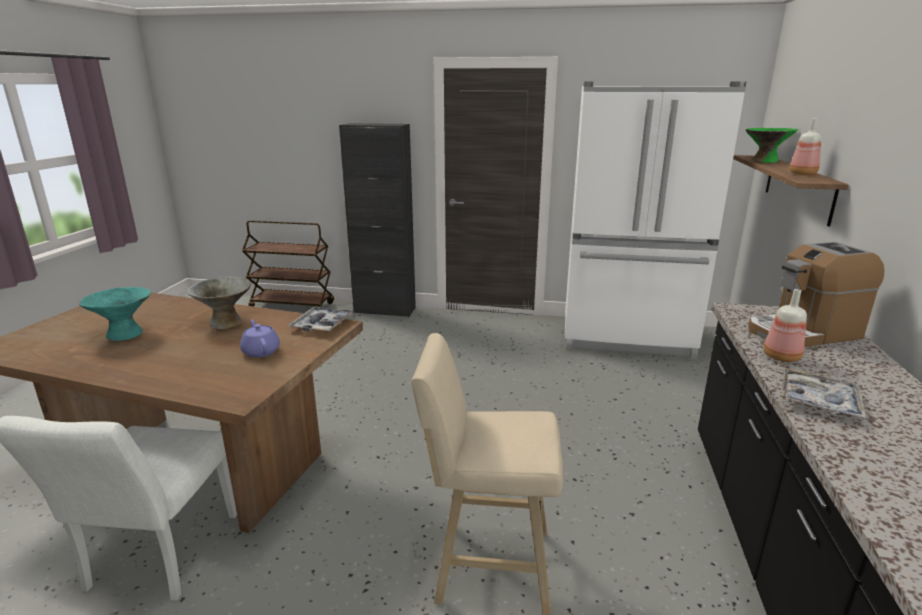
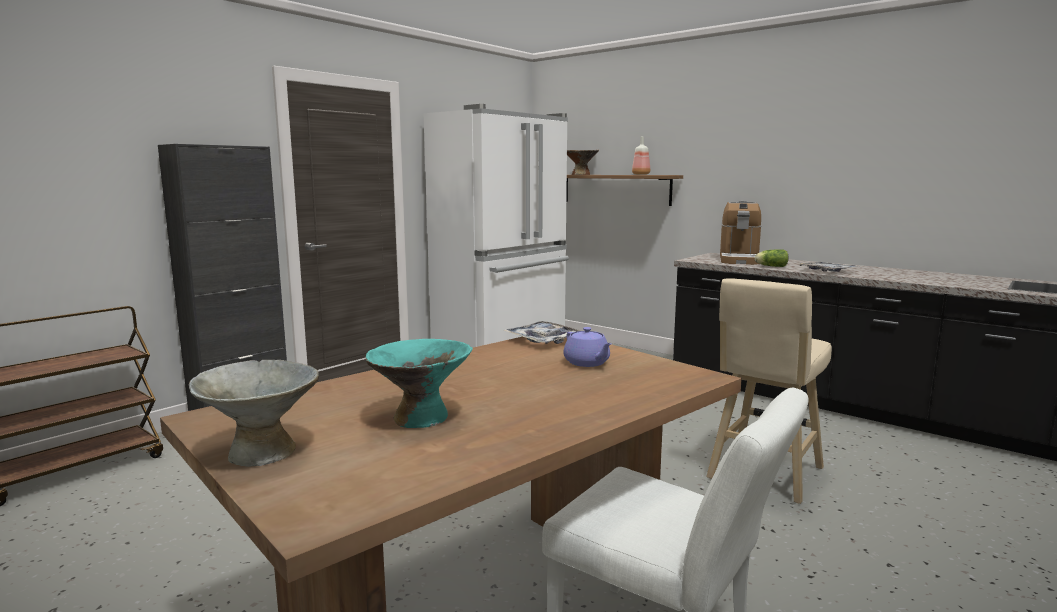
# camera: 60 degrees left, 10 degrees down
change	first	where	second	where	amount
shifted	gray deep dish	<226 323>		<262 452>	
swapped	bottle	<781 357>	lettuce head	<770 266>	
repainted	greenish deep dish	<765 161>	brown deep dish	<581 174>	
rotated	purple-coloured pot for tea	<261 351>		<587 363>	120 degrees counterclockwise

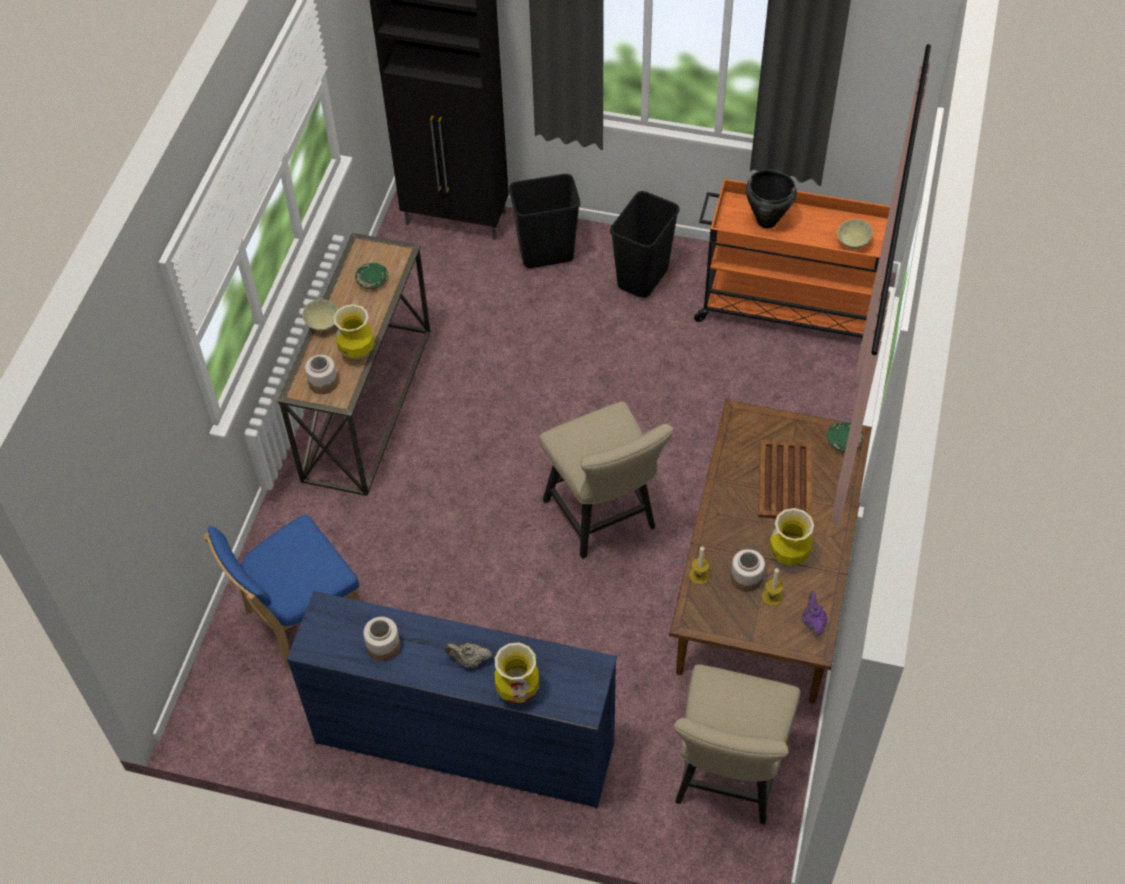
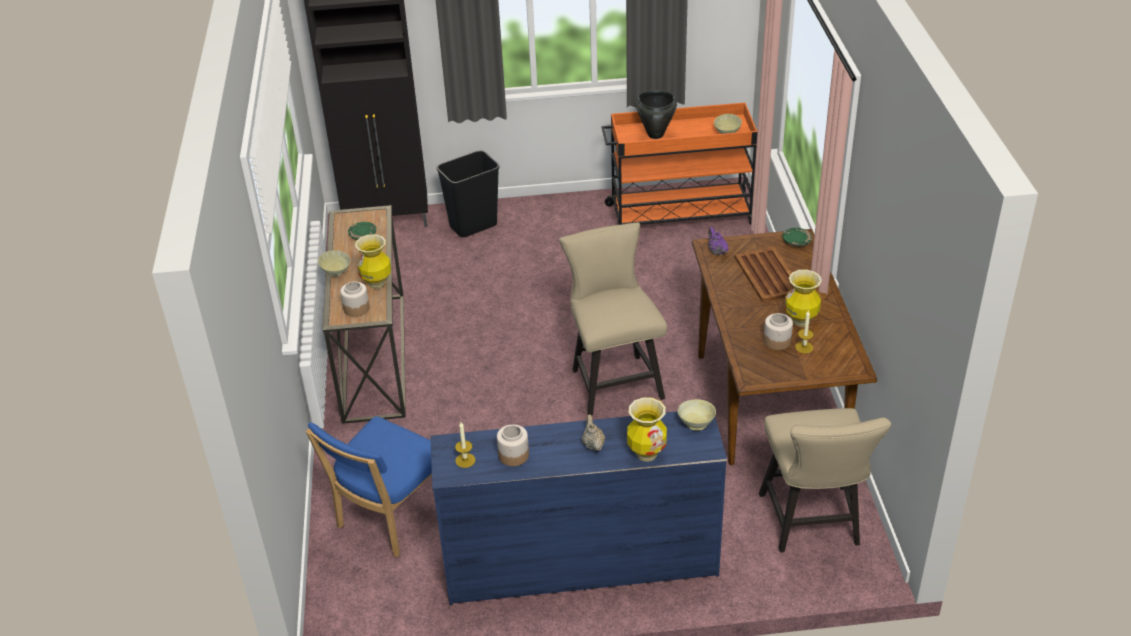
# camera: 20 degrees left, 15 degrees down
change	first	where	second	where	amount
gone	blackish rubbish bin	<643 278>			
new			beige-coloured deep dish	<696 423>	
shifted	wax light	<699 575>		<465 460>	
shifted	purple-coloured pot for tea	<813 622>		<716 251>	
rotated	beige-coloured pot for tea	<469 661>		<593 444>	90 degrees clockwise
rotated	beige-coloured chair	<604 519>		<613 380>	150 degrees counterclockwise

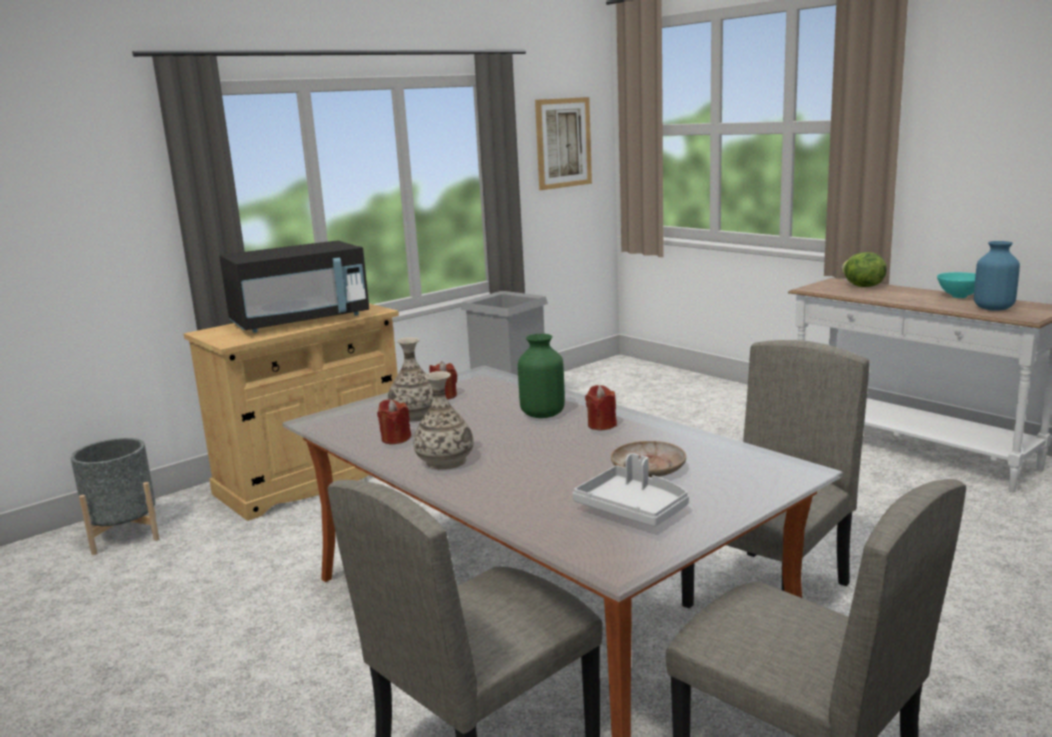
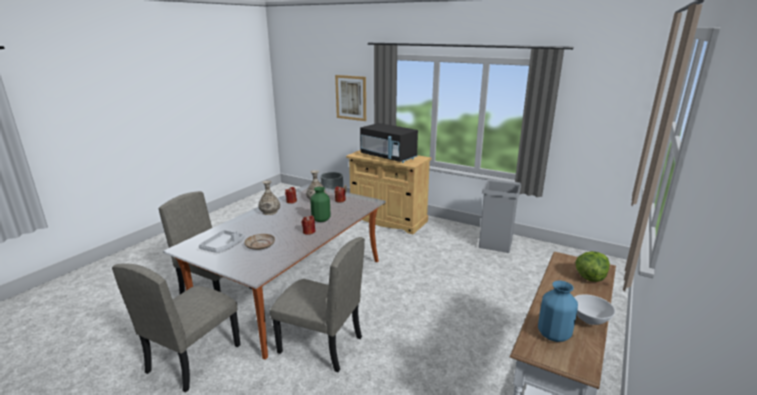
# camera: 70 degrees right, 5 degrees up
change	first	where	second	where	amount
shifted	wall art	<563 143>		<351 97>	
repainted	turquoise-coloured deep dish	<958 296>	white-coloured deep dish	<589 320>	

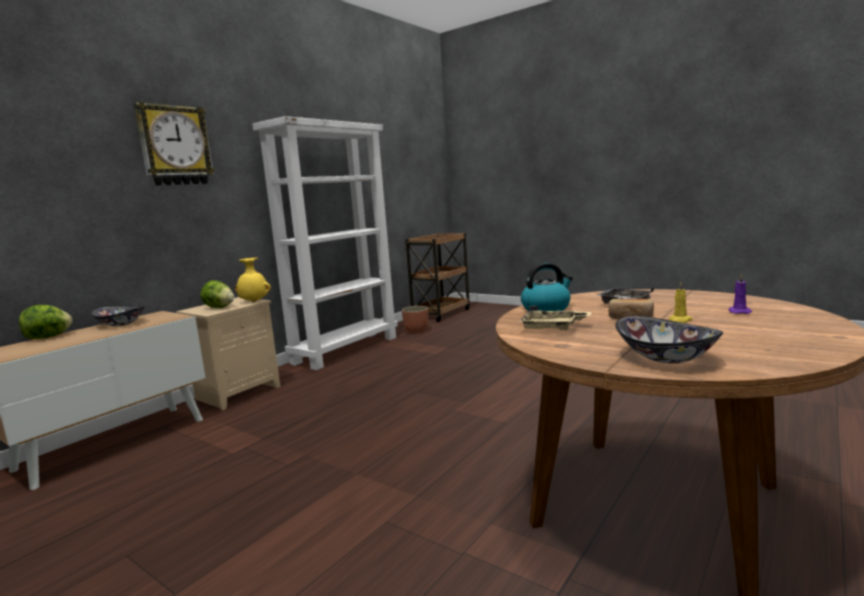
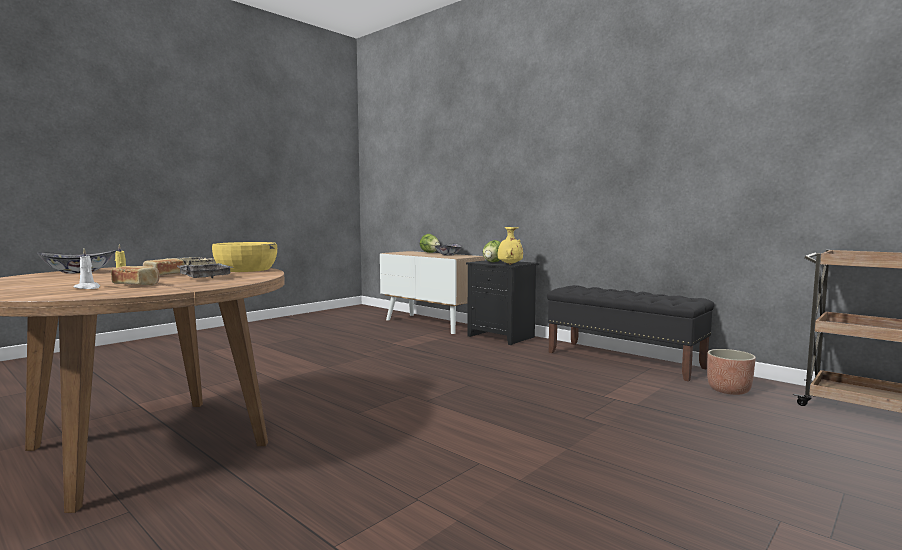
# camera: 95 degrees right, 5 degrees down
change	first	where	second	where	amount
gone	clock on the wall	<175 145>			
new			baked bread	<137 285>	
swapped	white-coloured bookshelf	<346 350>	blackish bench	<624 360>	
swapped	kettle	<546 308>	yellow-coloured deep dish	<246 269>	
repainted	beige-coloured night table	<238 392>	blackish night table	<502 337>	
repainted	purple-coloured wax light	<739 312>	white-coloured wax light	<88 288>	

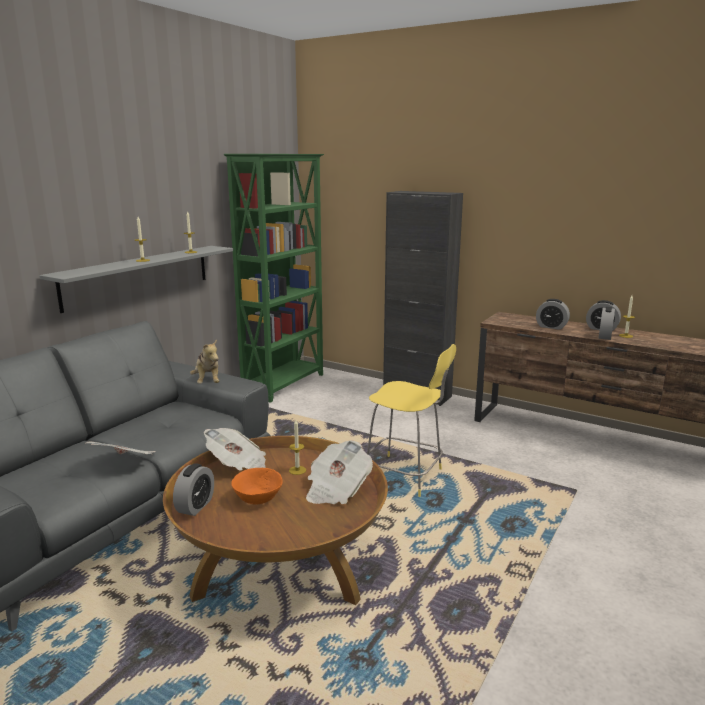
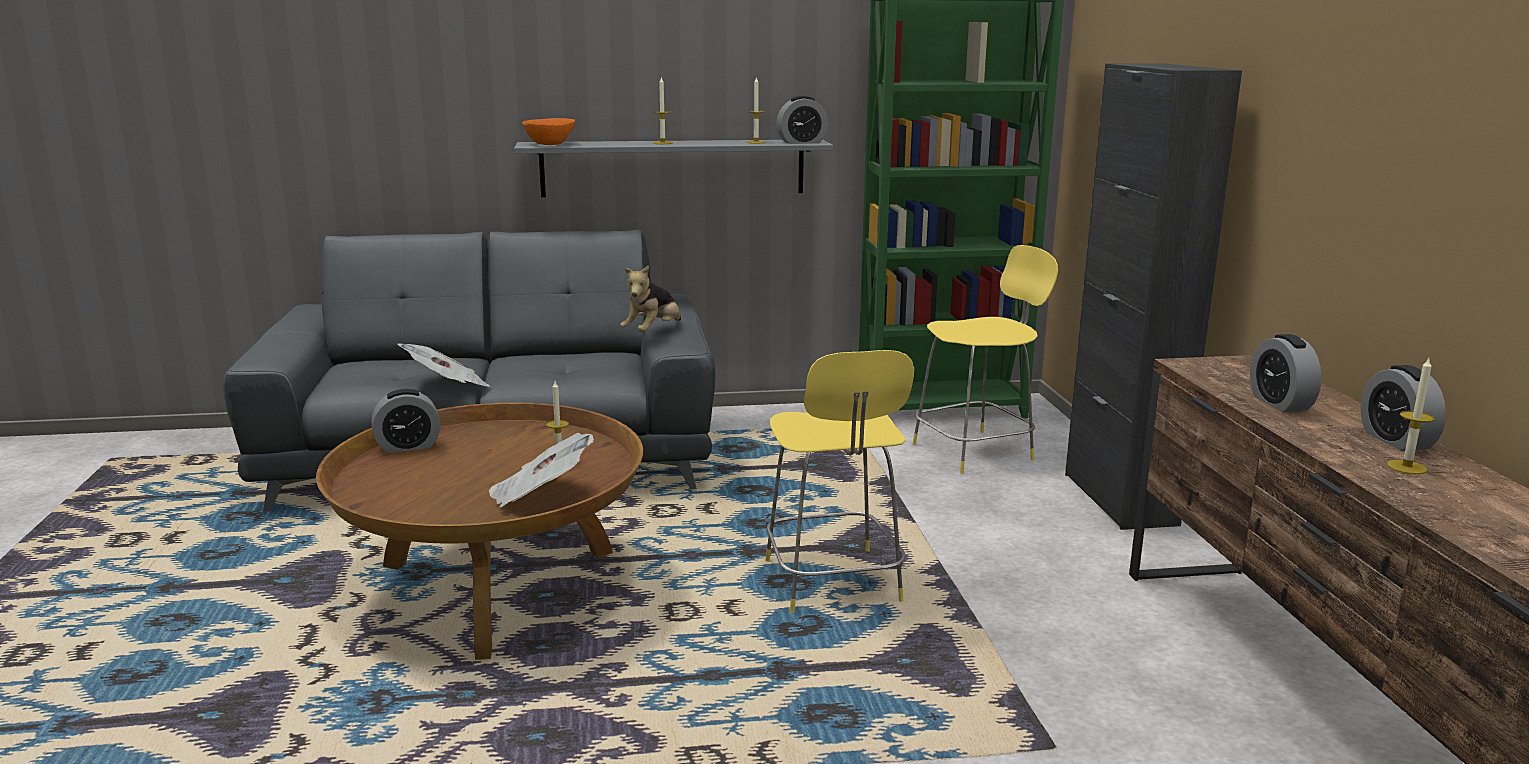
# camera: 50 degrees right, 0 degrees up
change	first	where	second	where	amount
gone	daily paper	<238 465>			
new			yellow-coloured stool	<976 451>	
shifted	orange deep dish	<257 499>		<549 144>	
shifted	table clock	<604 336>		<801 142>	

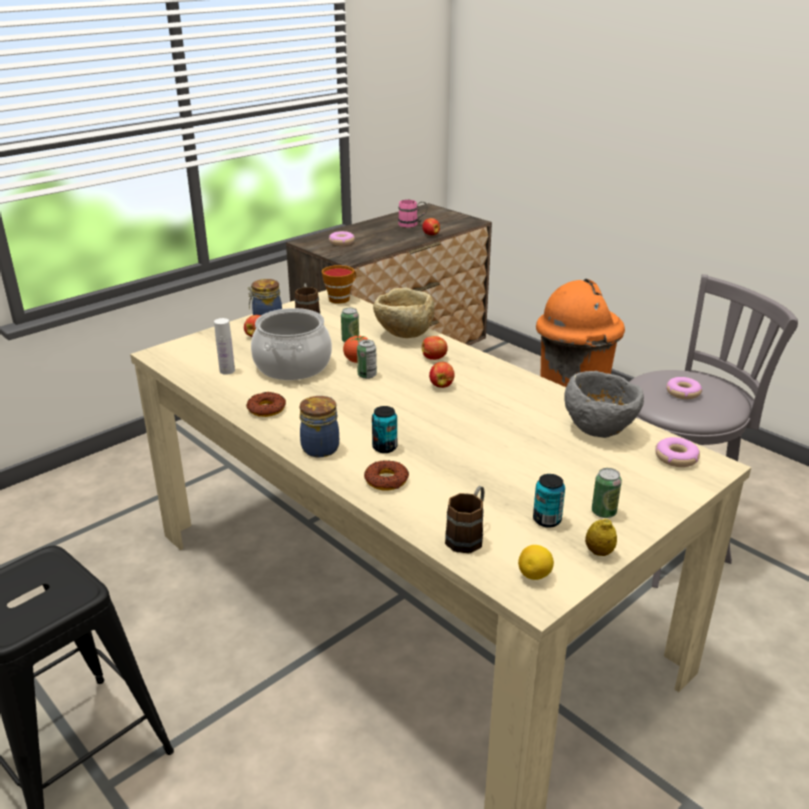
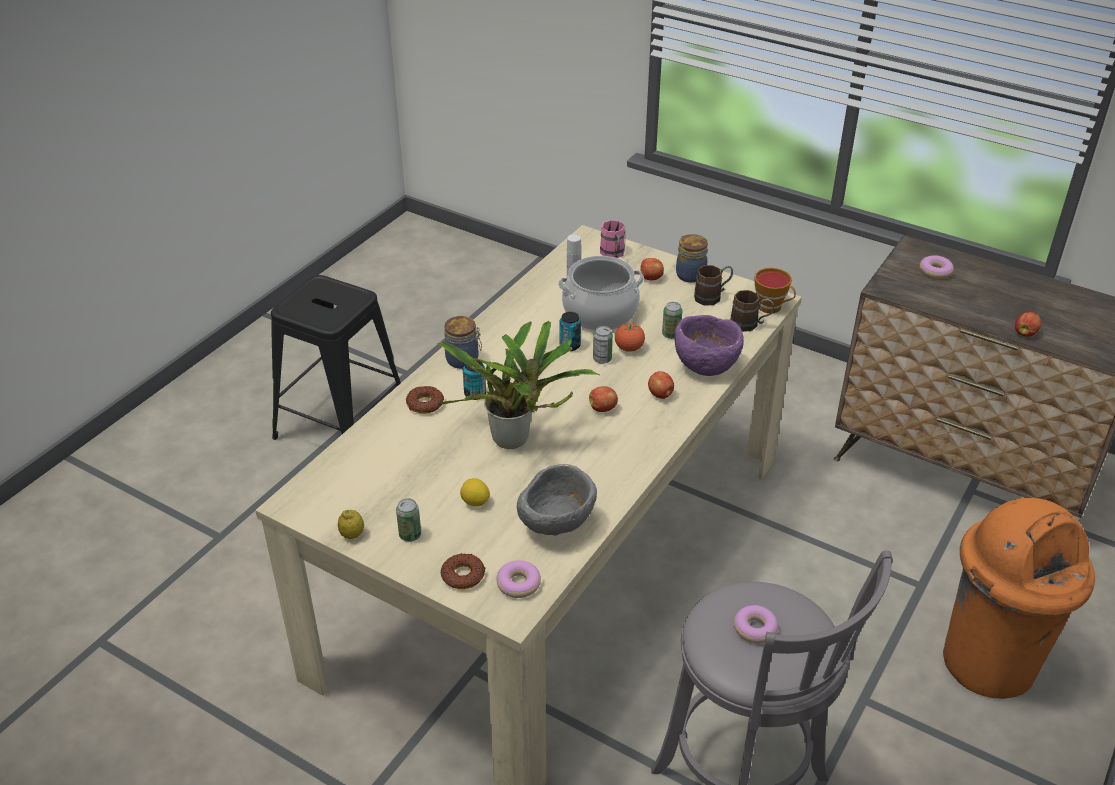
# camera: 75 degrees right, 10 degrees up
change	first	where	second	where	amount
new			potted plant	<516 441>	
shifted	doughnut	<266 409>		<463 575>	
shifted	pinkish mug	<412 224>		<613 255>	
shifted	brown mug	<468 536>		<750 325>	
shifted	lemon	<535 575>		<475 502>	
shifted	sealed can	<547 520>		<570 345>	
repainted	beige-coloured deep dish	<404 334>	purple-coloured deep dish	<705 366>	

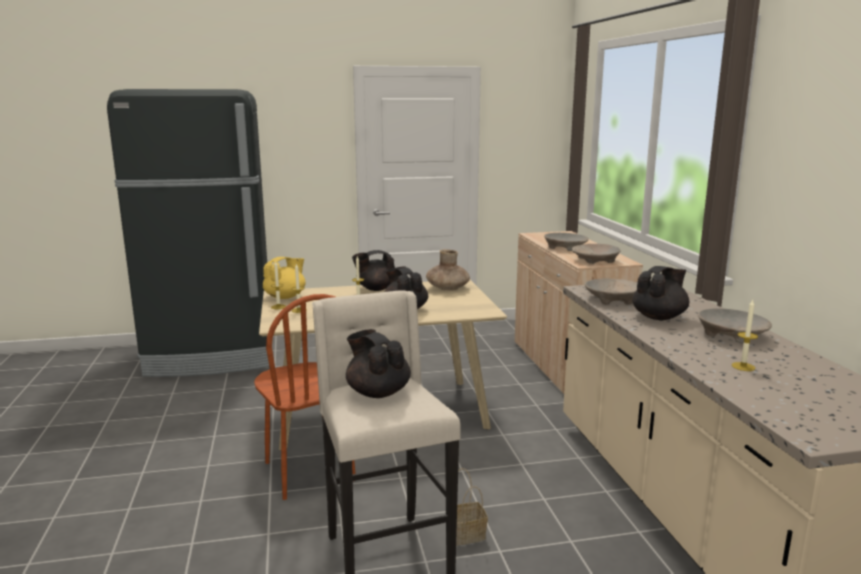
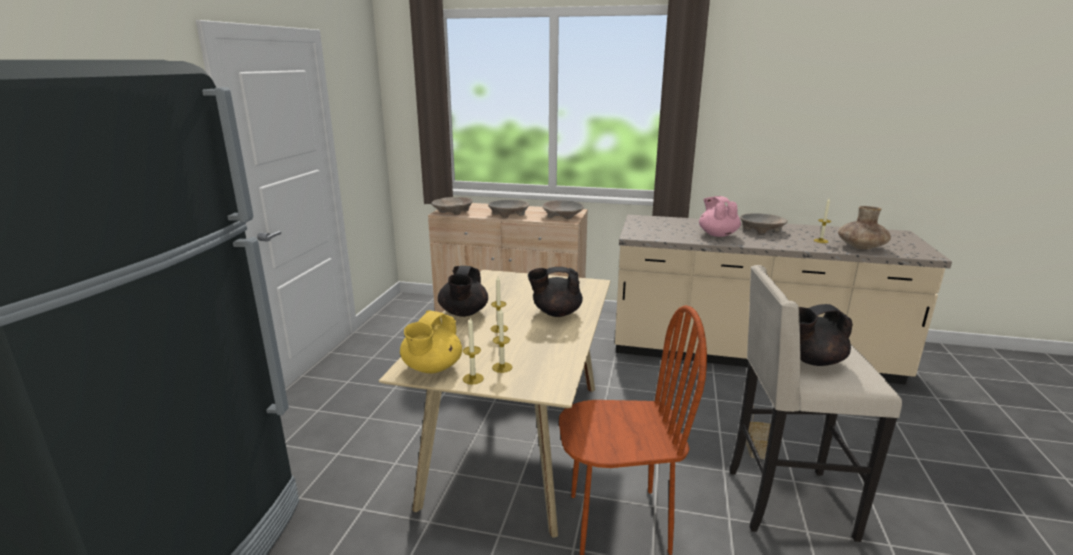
# camera: 65 degrees left, 5 degrees up
change	first	where	second	where	amount
shifted	brown decorative vase	<448 288>		<861 247>	
shifted	beige-coloured deep dish	<612 299>		<452 212>	
repainted	blackish pot for tea	<659 317>	pinkish pot for tea	<717 234>	
rotated	yellow-coloured pot for tea	<285 297>		<431 368>	135 degrees counterclockwise

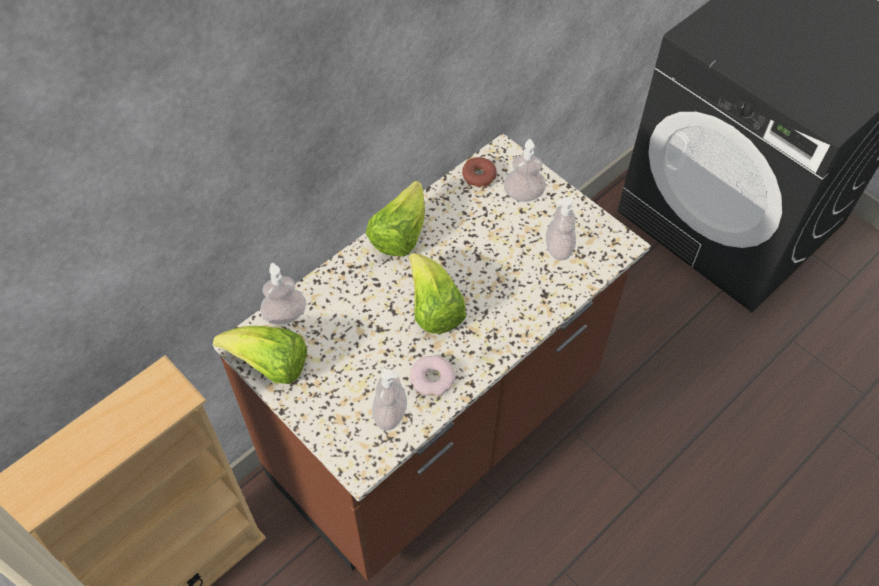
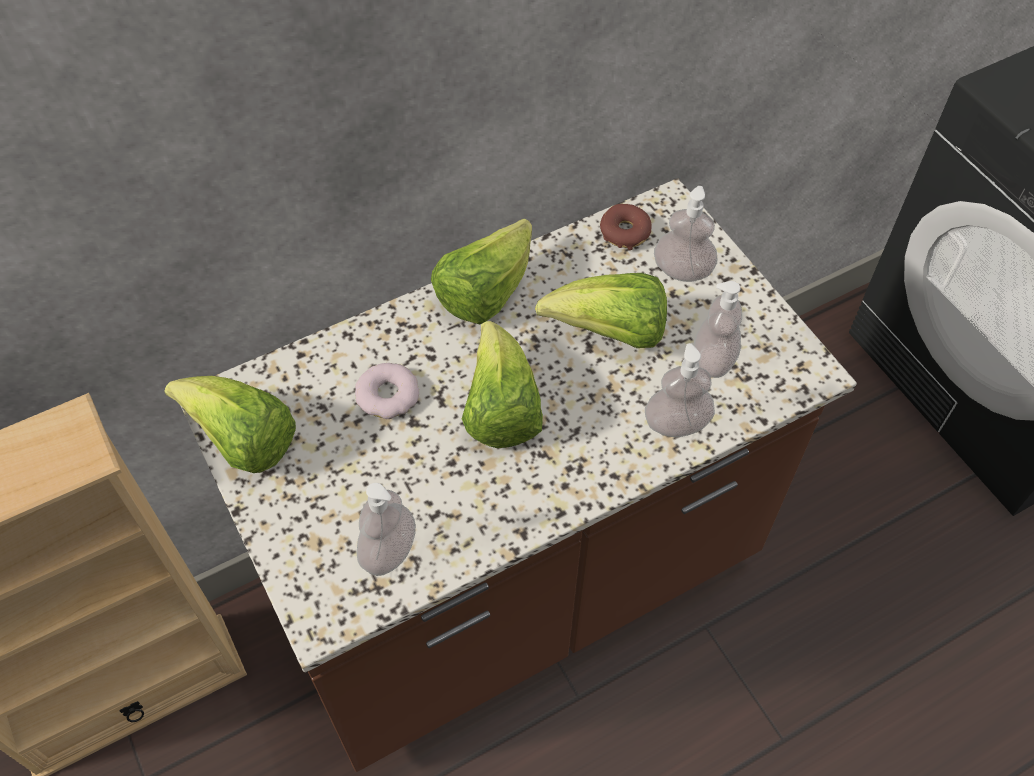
# camera: 15 degrees right, 0 degrees up
change	first	where	second	where	amount
new			lettuce head	<610 333>	
shifted	liquid soap bottle	<285 315>		<676 424>	
shifted	doughnut	<432 378>		<388 395>	

